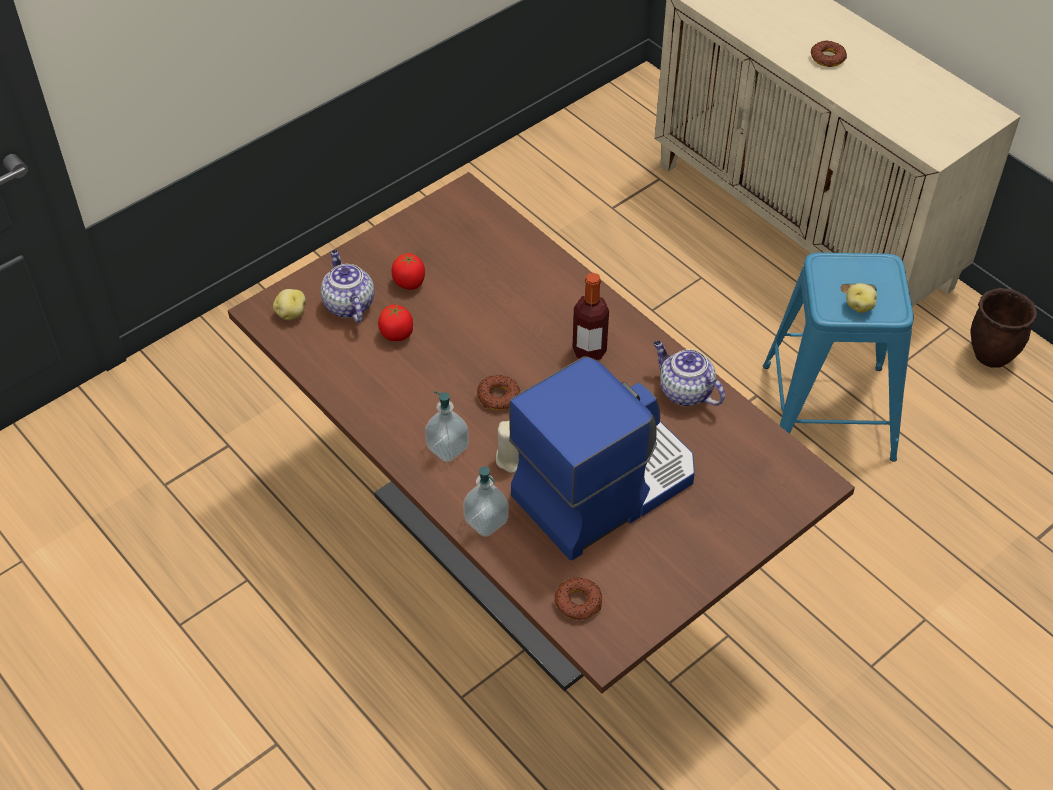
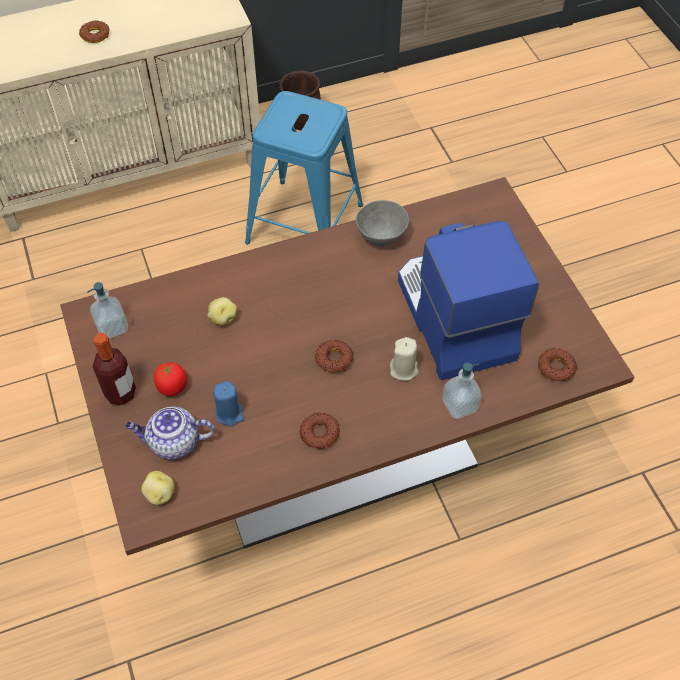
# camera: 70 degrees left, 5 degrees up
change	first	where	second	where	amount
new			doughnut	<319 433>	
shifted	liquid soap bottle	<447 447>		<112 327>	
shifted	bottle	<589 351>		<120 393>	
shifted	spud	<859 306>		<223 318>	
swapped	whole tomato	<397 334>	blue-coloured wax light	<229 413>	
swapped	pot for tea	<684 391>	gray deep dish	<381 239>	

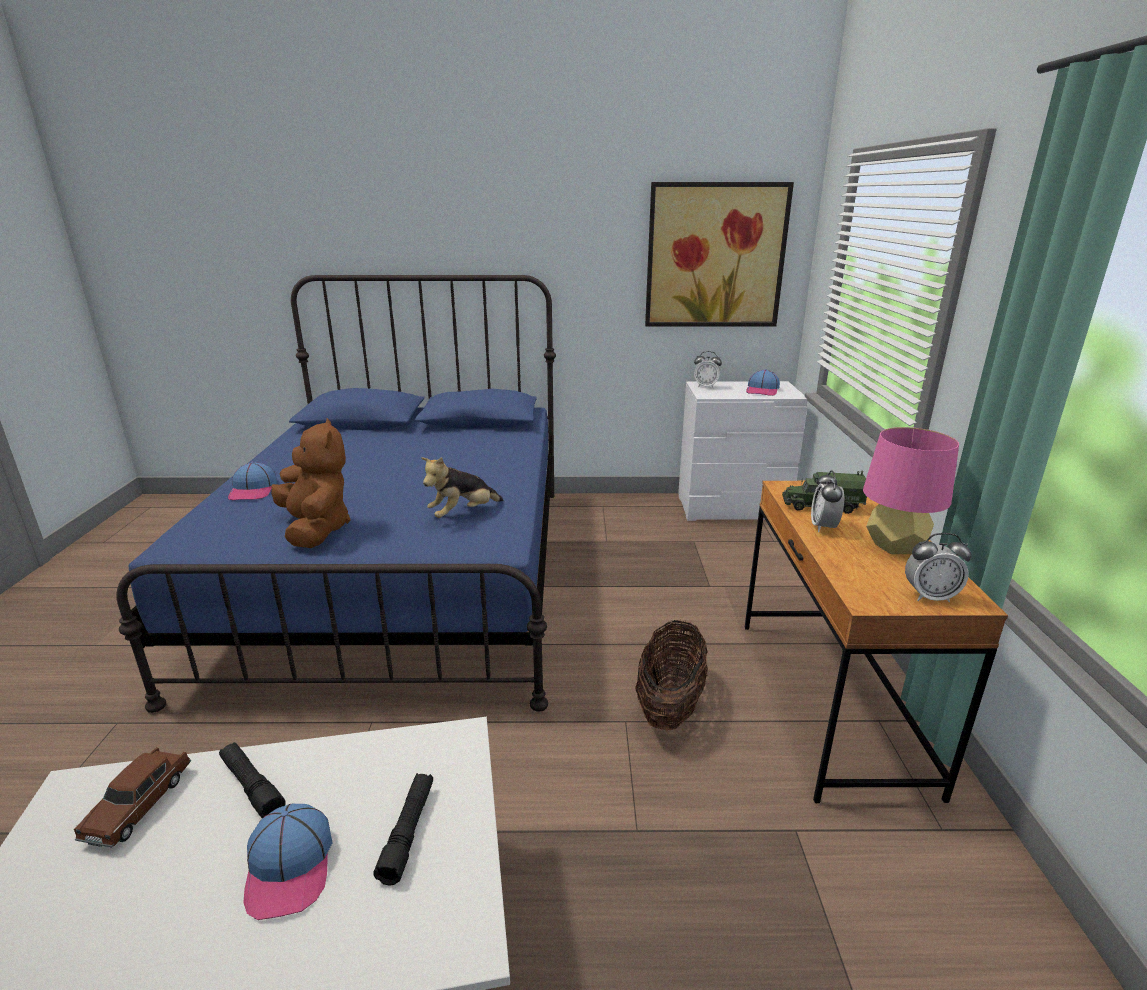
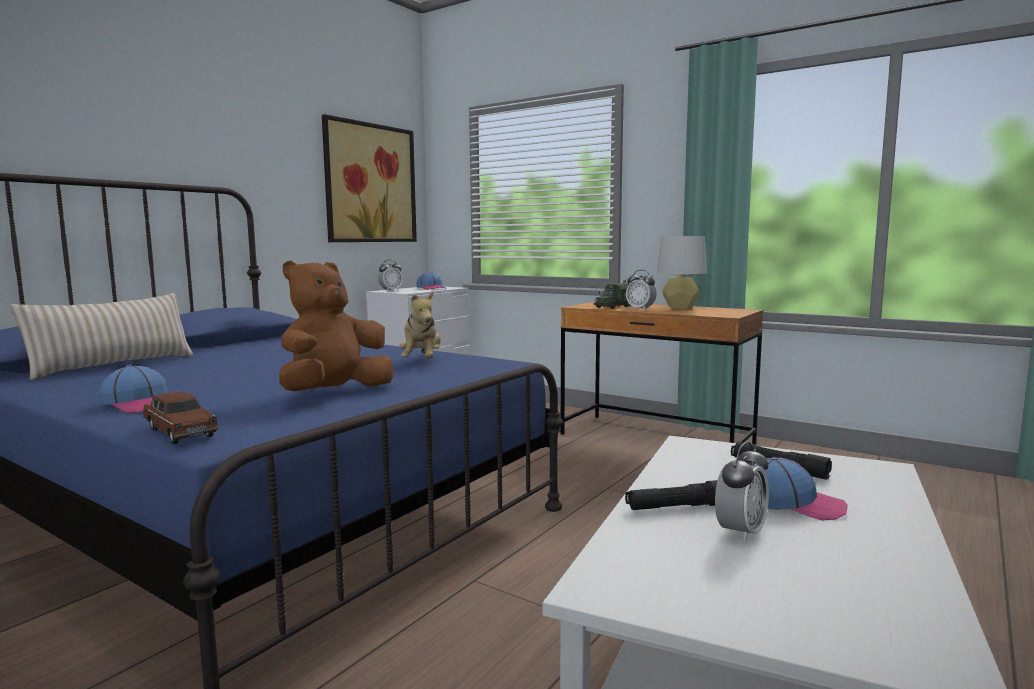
# camera: 55 degrees left, 15 degrees down
change	first	where	second	where	amount
gone	household basket	<670 705>			
new			beige-coloured cushion	<113 366>	
shifted	brown miniature car	<139 805>		<180 432>	
shifted	table clock	<929 596>		<740 532>	
repainted	pinkish tabletop lamp	<894 546>	gray tabletop lamp	<680 307>	
rotated	brown cuddly toy	<316 529>		<335 393>	60 degrees counterclockwise

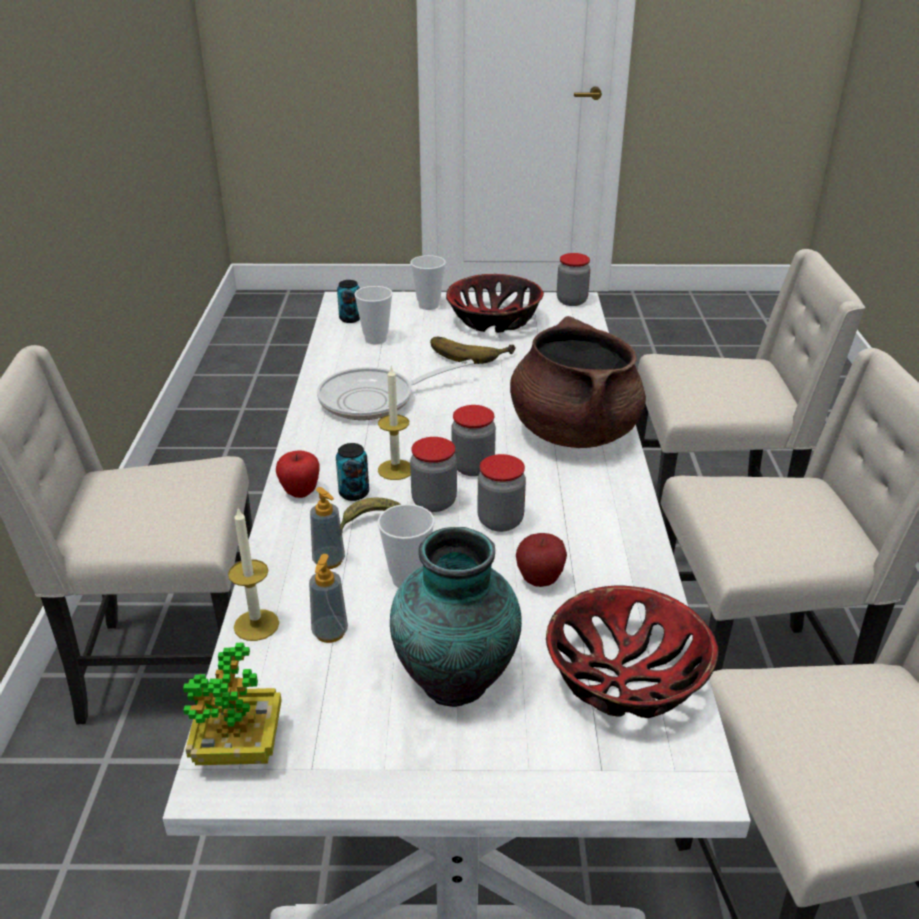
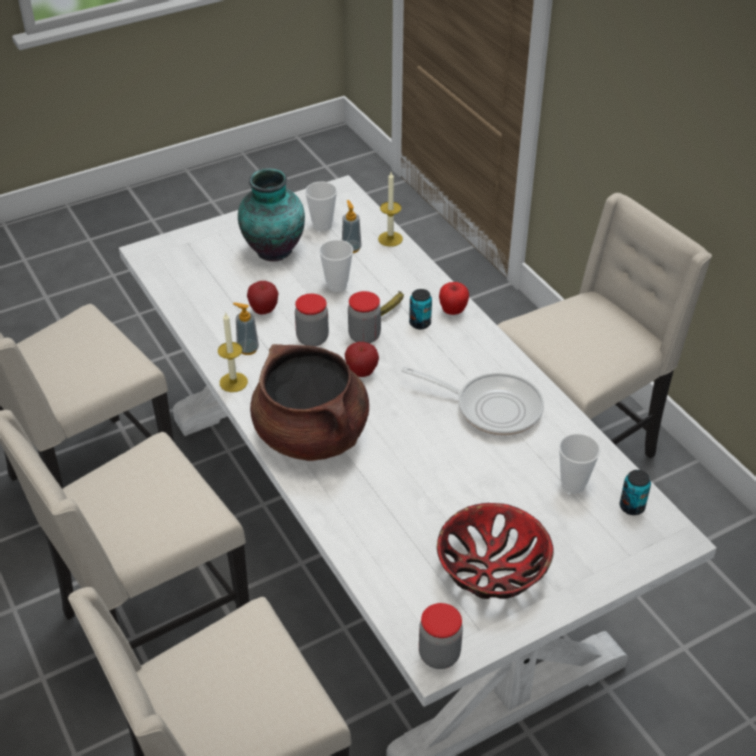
# camera: 150 degrees right, 10 degrees up
change	first	where	second	where	amount
gone	potted plant	<239 747>			
gone	banana	<469 352>			
gone	deep dish	<625 677>			
shifted	liquid soap bottle	<329 561>		<248 349>	
shifted	wax light	<395 470>		<233 382>	
shifted	cup	<428 305>		<322 225>	
swapped	storage jar	<473 467>	whole apple	<361 372>	
rotated	skillet	<375 400>		<491 407>	75 degrees clockwise

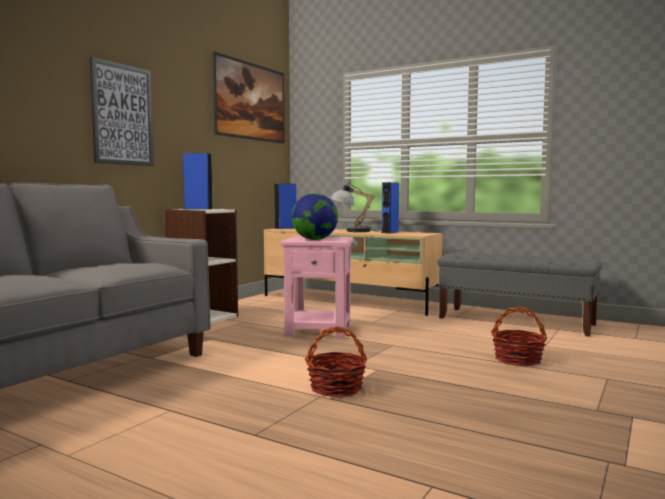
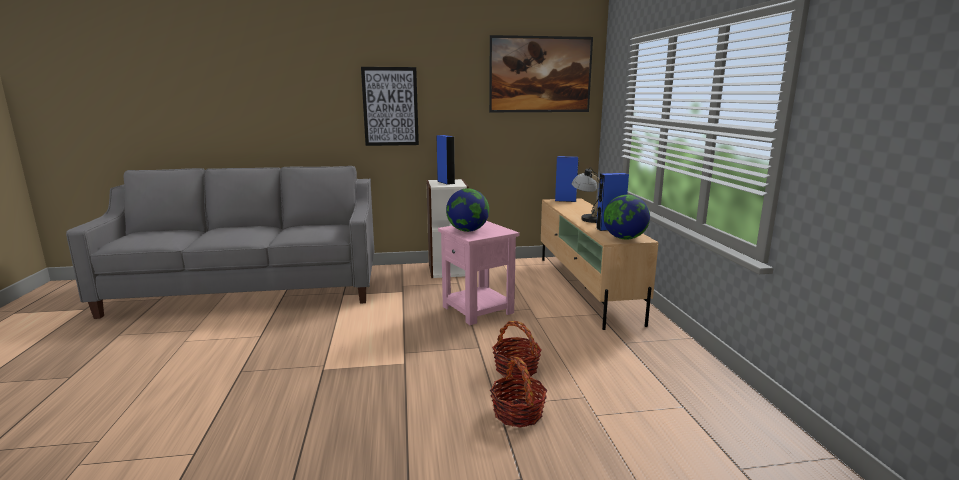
# camera: 50 degrees right, 10 degrees up
change	first	where	second	where	amount
gone	gray bench	<516 321>			
new			desk globe	<624 238>	
shifted	household basket	<336 388>		<516 368>	

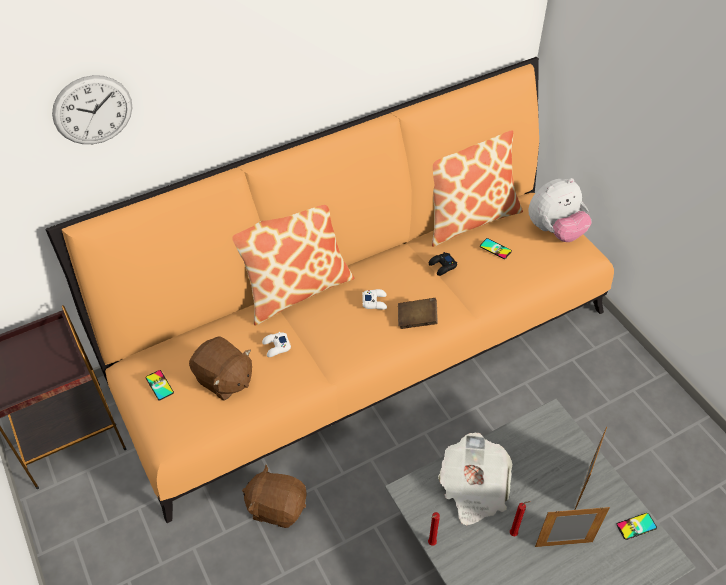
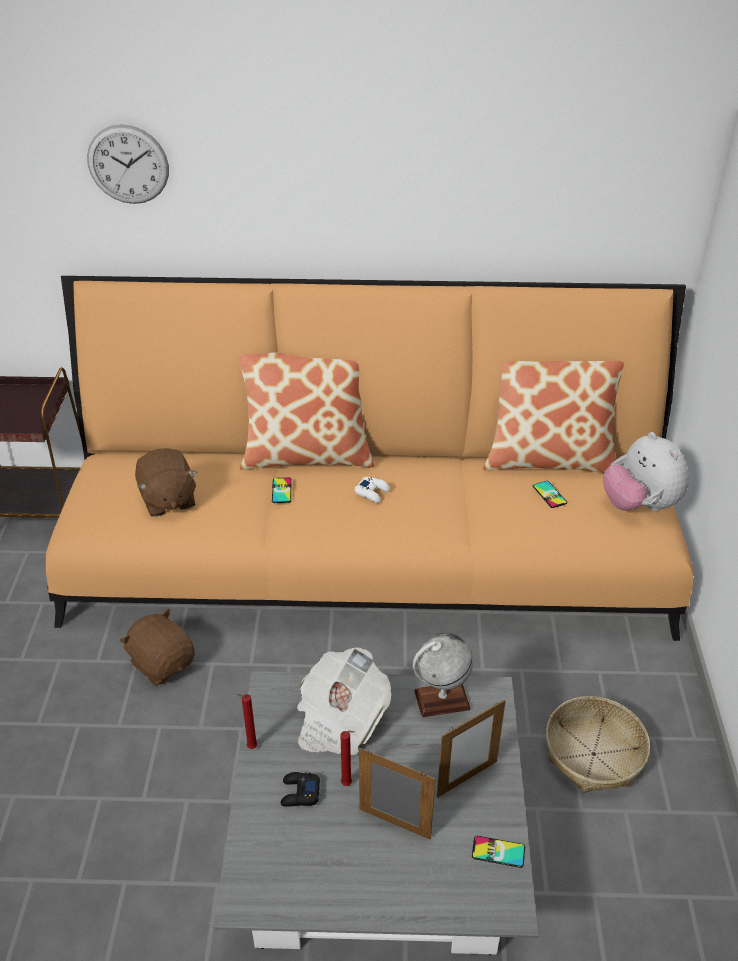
# camera: 30 degrees right, 10 degrees down
change	first	where	second	where	amount
gone	white-coloured game controller	<276 347>			
gone	brown bound book	<417 320>			
new			desk globe	<441 700>	
new			household basket	<594 754>	
shifted	telephone	<159 385>		<281 490>	
shifted	blackish game controller	<442 266>		<299 793>	
rotated	cuddly toy	<555 231>		<639 505>	60 degrees clockwise

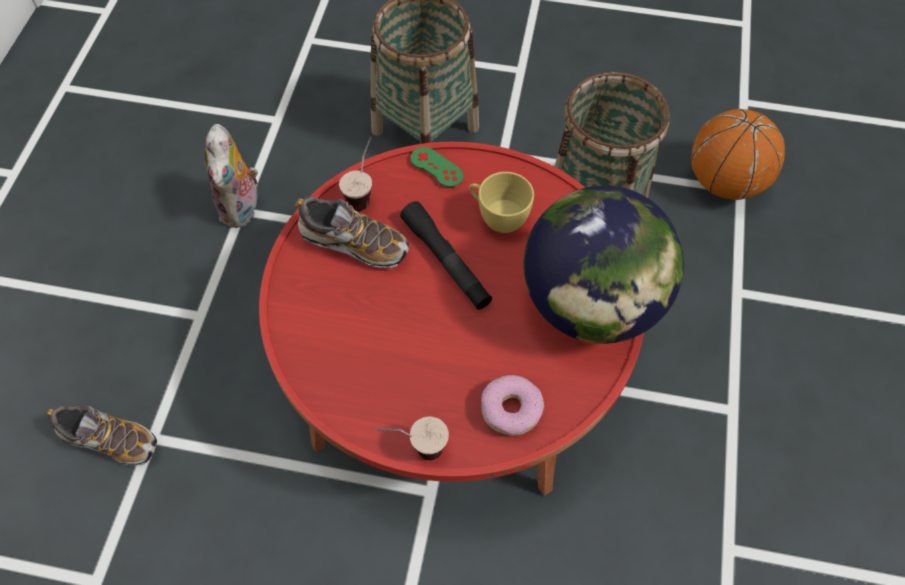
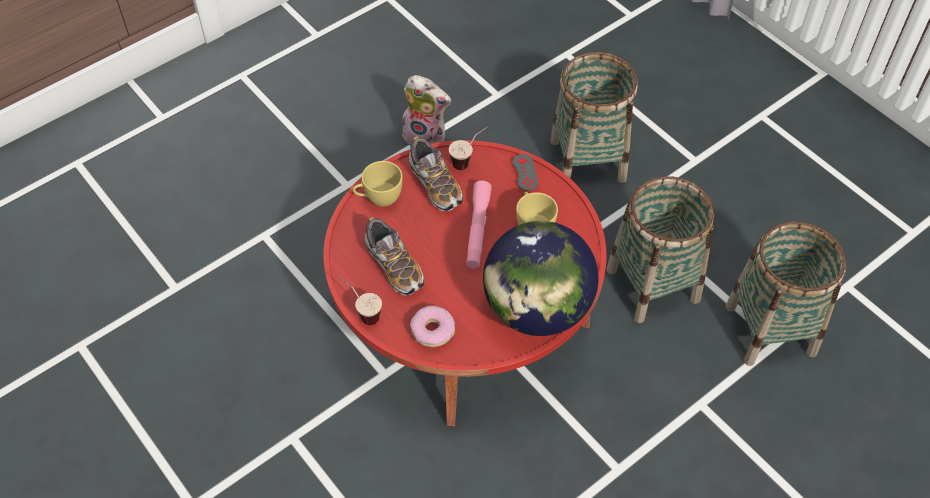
# camera: 40 degrees right, 5 degrees down
change	first	where	second	where	amount
new			yellow-coloured cup	<379 198>	
shifted	shoe	<110 440>		<394 266>	
swapped	ball for basketball	<725 182>	household basket	<770 330>	
repainted	blackish torch	<446 261>	pinkish torch	<477 229>	
repainted	greenish game controller	<436 167>	gray game controller	<525 172>	
rotated	cuddly toy	<242 208>		<426 137>	105 degrees counterclockwise

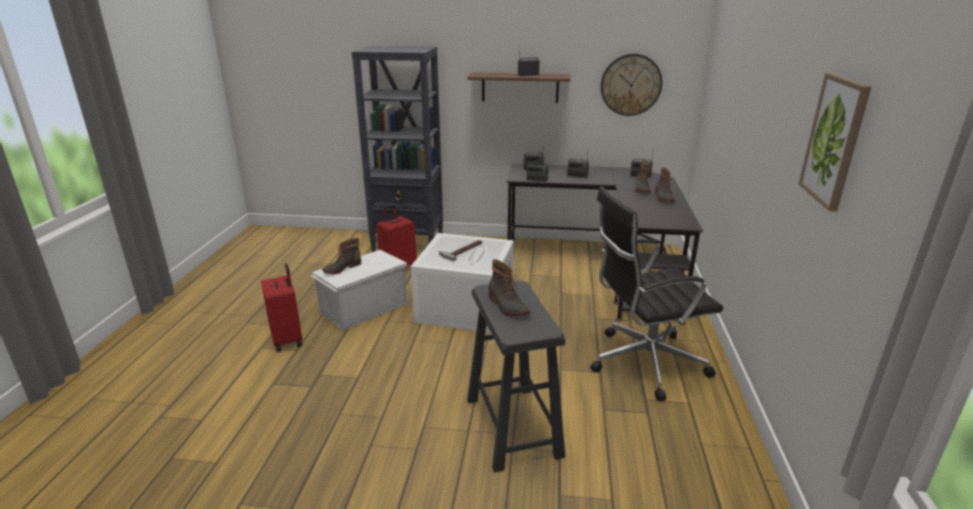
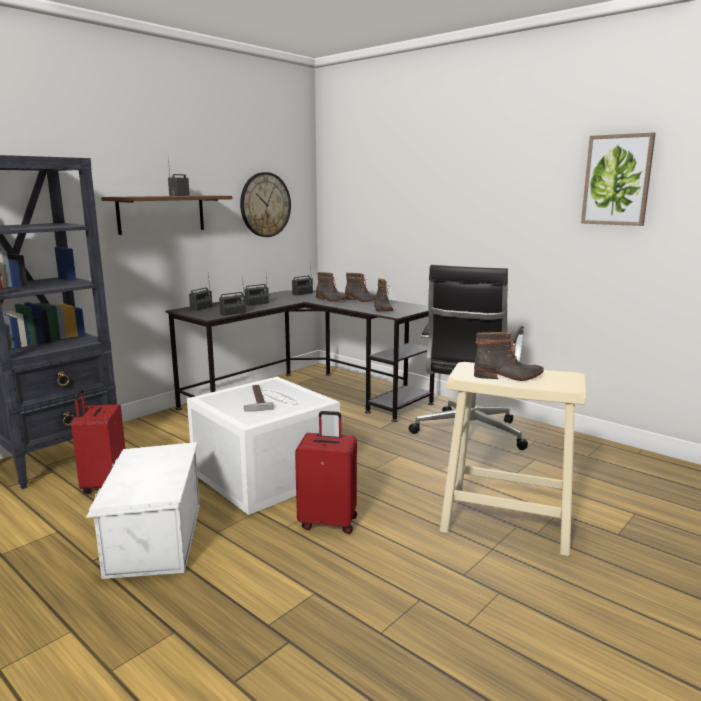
# camera: 55 degrees left, 10 degrees down
change	first	where	second	where	amount
shifted	reddish travel case	<288 340>		<328 521>	
shifted	high-top boot	<342 268>		<382 309>	
repainted	blackish stool	<513 427>	beige-coloured stool	<507 523>	

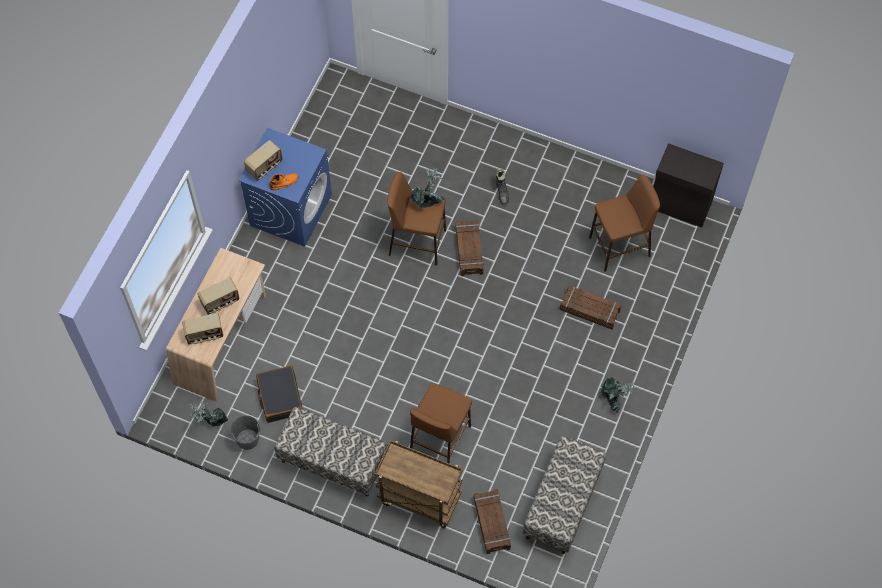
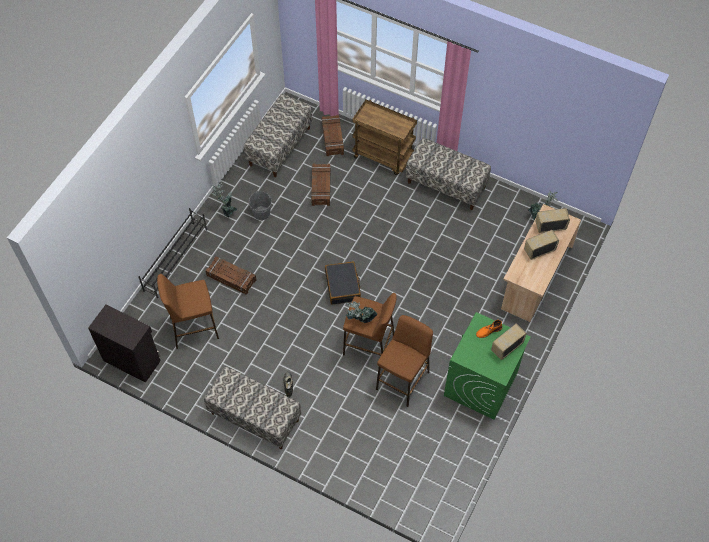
# camera: 175 degrees left, 5 degrees down
change	first	where	second	where	amount
new			blackish shoe rack	<176 259>	
new			bench	<254 417>	
shifted	gray water bucket	<247 439>		<261 213>	
shifted	blackish travel case	<280 397>		<343 286>	
shifted	brown stool	<440 439>		<403 380>	
shifted	shipping crate	<468 250>		<321 187>	
repainted	blue-coloured laundry appliance	<291 209>	greenish laundry appliance	<480 384>	

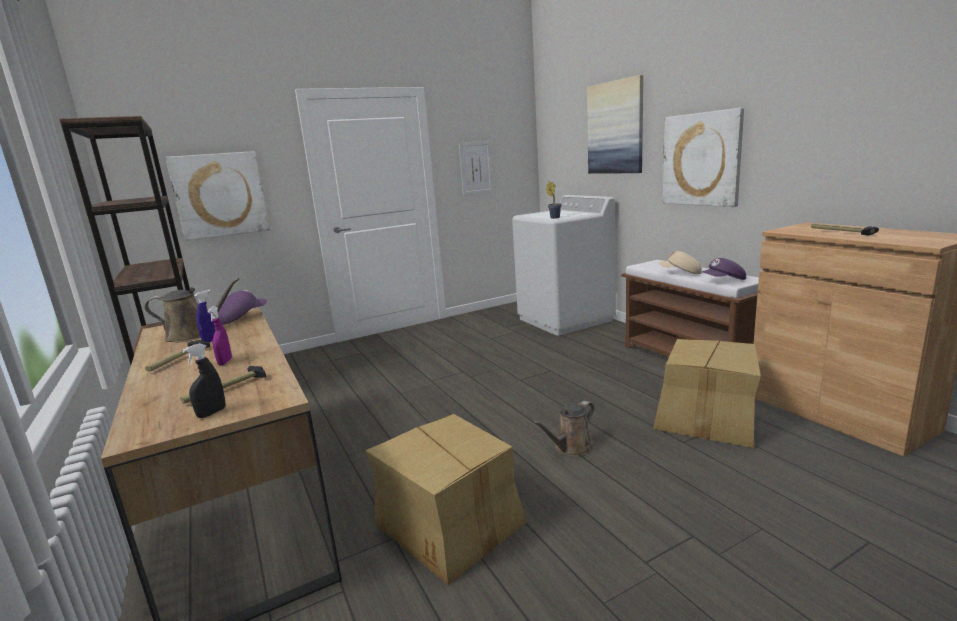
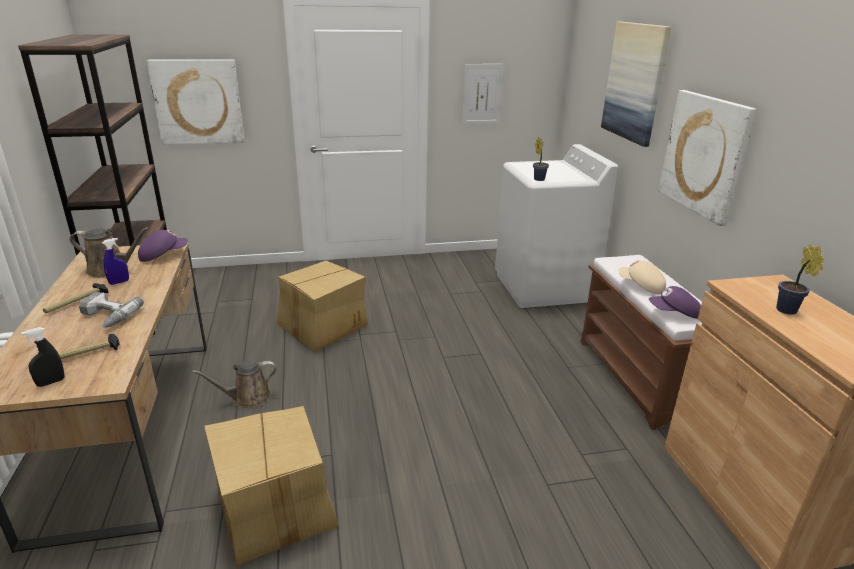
# camera: 15 degrees right, 10 degrees up
change	first	where	second	where	amount
shifted	brown watering pot	<571 448>		<248 398>	
shifted	carton	<706 419>		<322 326>	
swapped	purple-coloured hand sprayer	<225 362>	power drill	<106 317>	
swapped	tool hammer	<840 232>	potted plant	<788 311>	

